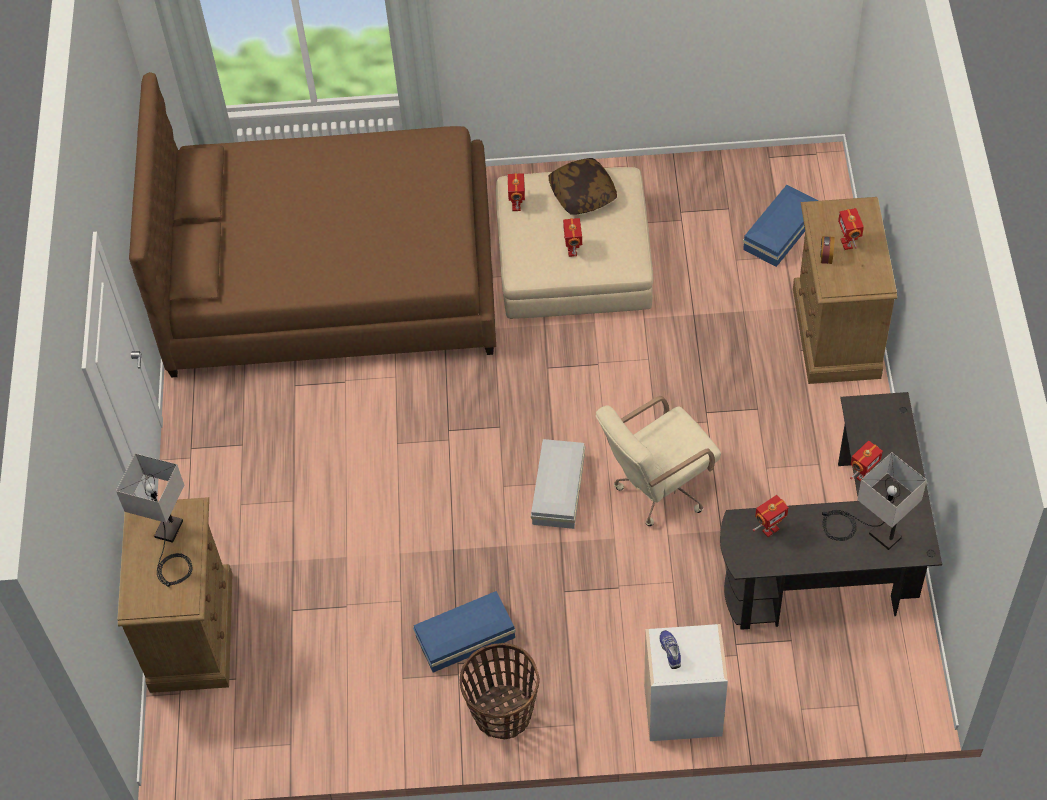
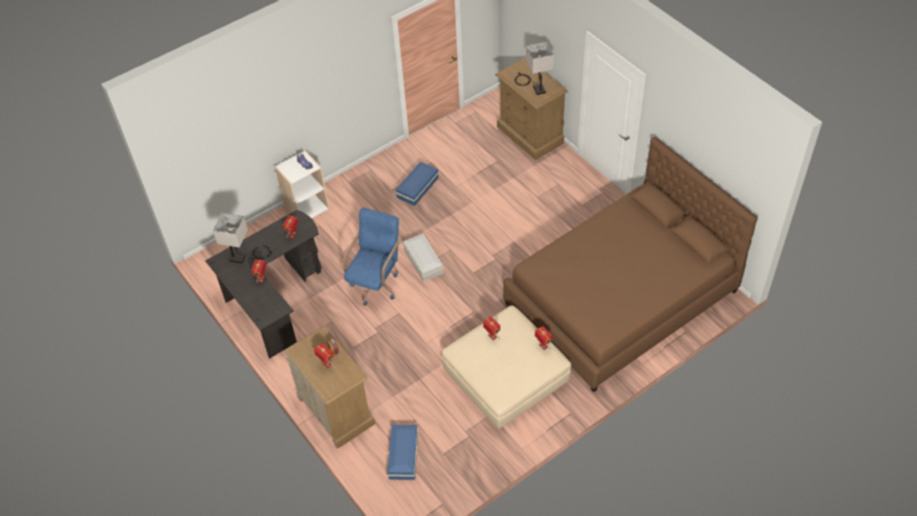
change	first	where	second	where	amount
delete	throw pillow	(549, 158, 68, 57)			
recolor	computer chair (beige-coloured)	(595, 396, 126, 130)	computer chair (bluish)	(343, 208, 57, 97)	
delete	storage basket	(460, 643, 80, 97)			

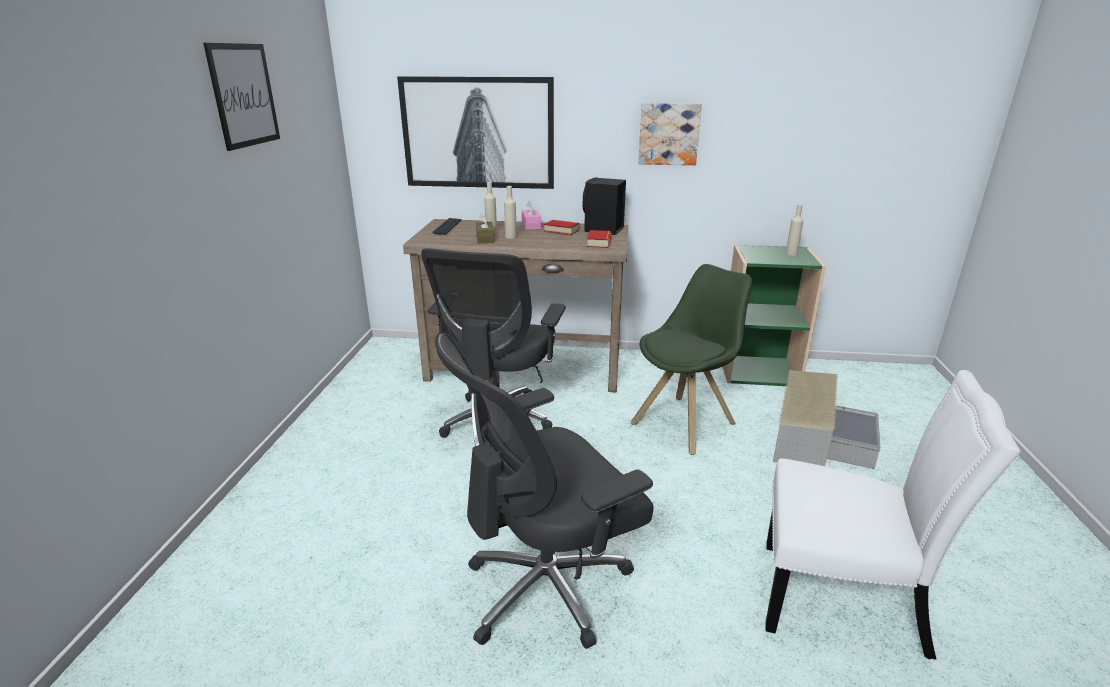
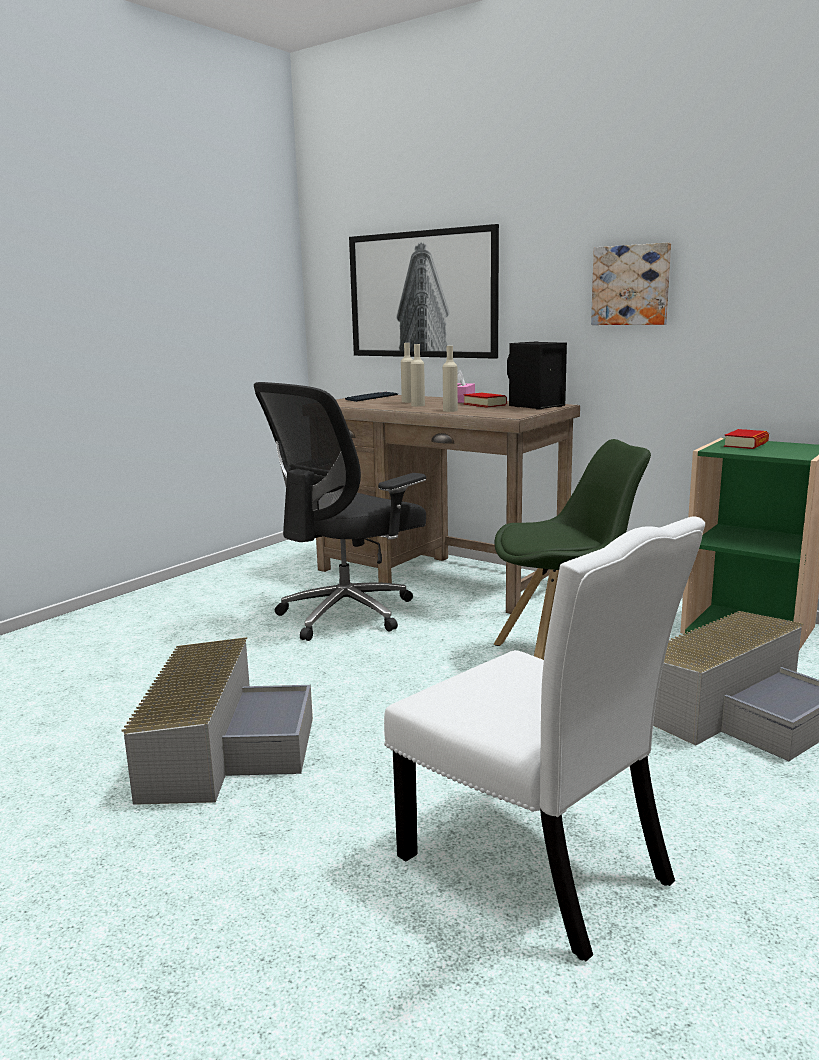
change	first	where	second	where	amount
delete	picture	(203, 43, 77, 108)			
move	drink bottle (beige-coloured)	(786, 204, 17, 52)		(443, 346, 15, 66)	
delete	tissue box (brownish)	(476, 212, 19, 32)			
move	book	(587, 230, 25, 18)		(724, 429, 45, 20)	
replace	computer chair	(435, 331, 218, 318)	storage bin (grey)	(122, 637, 191, 168)	

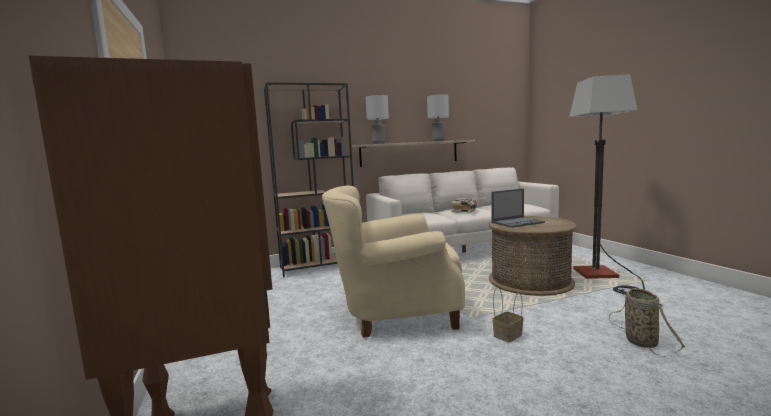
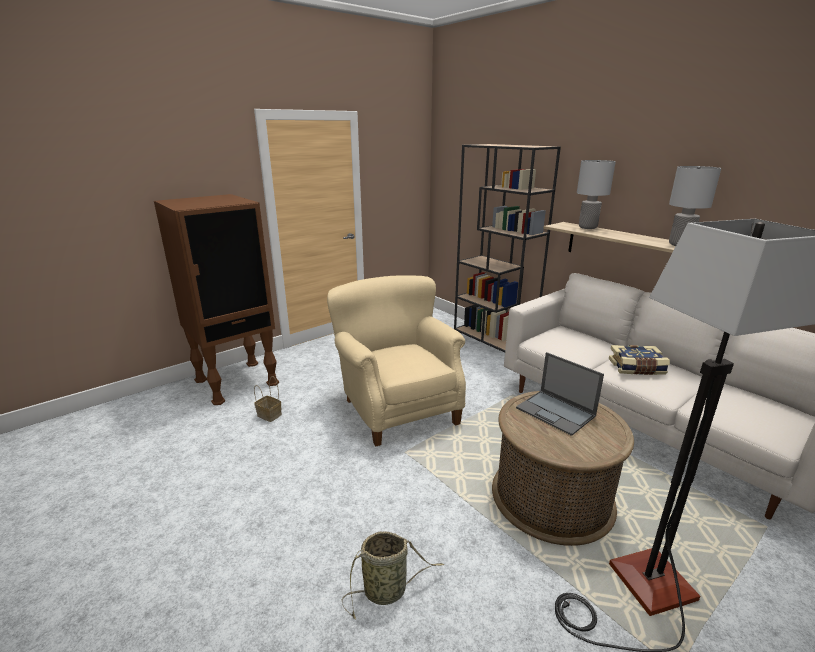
change	first	where	second	where	amount
move	storage basket	(492, 287, 31, 56)		(254, 376, 28, 46)	

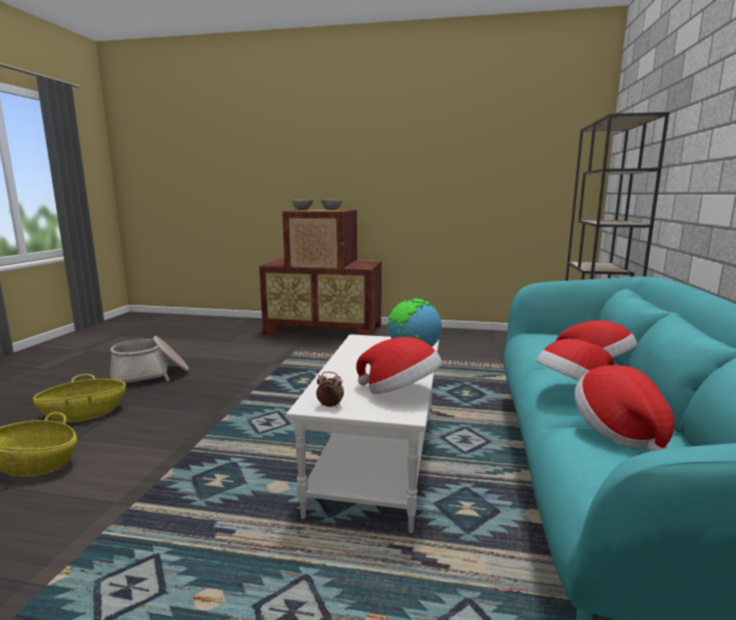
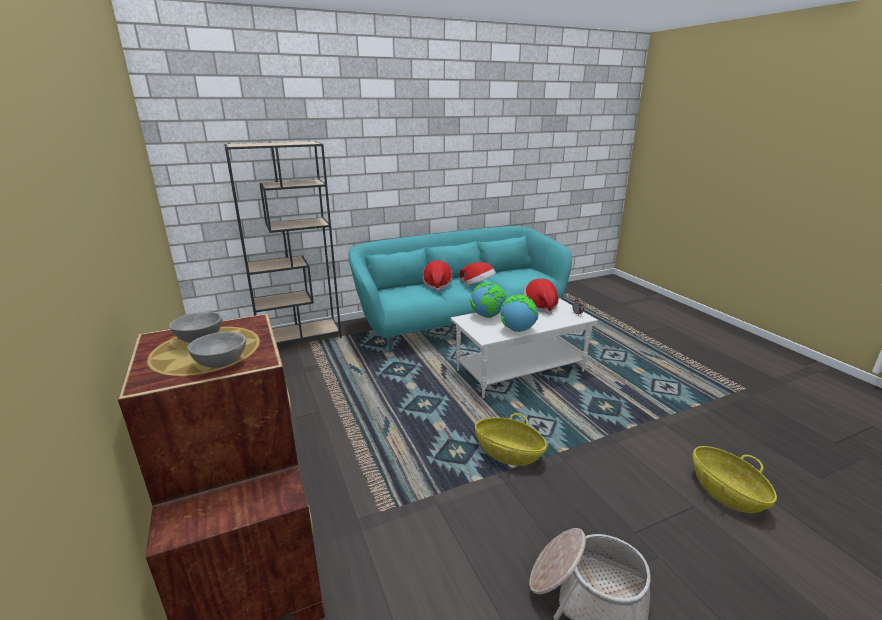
change	first	where	second	where	amount
delete	hat	(574, 365, 101, 87)			
move	storage basket	(33, 374, 93, 48)		(475, 413, 72, 53)	
insert			globe	(500, 294, 39, 38)	

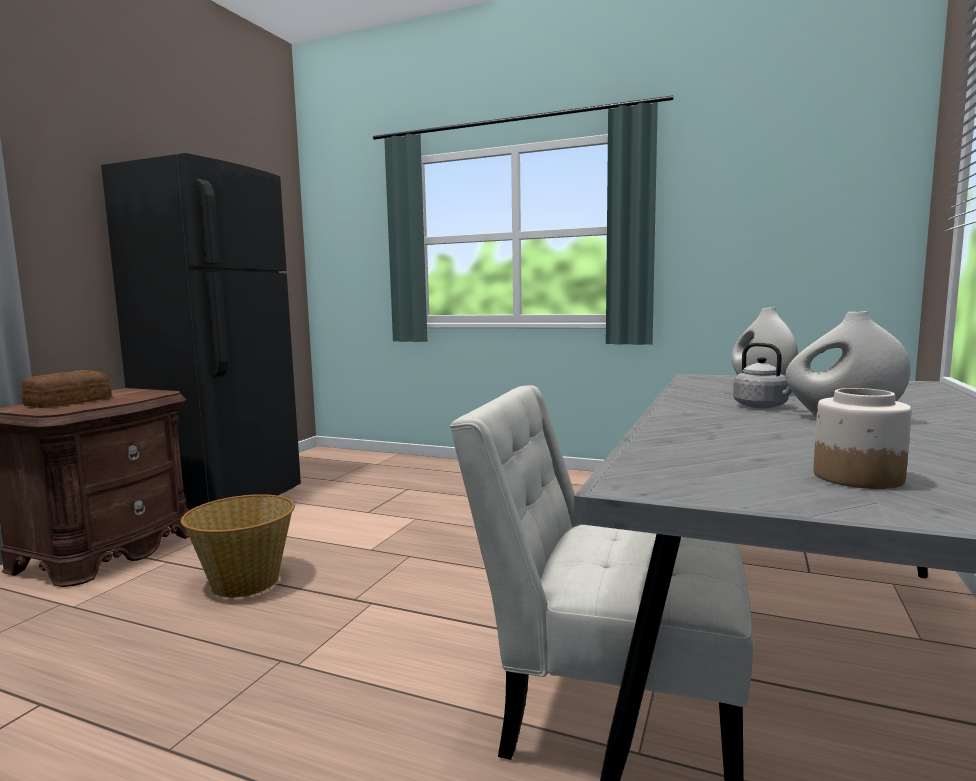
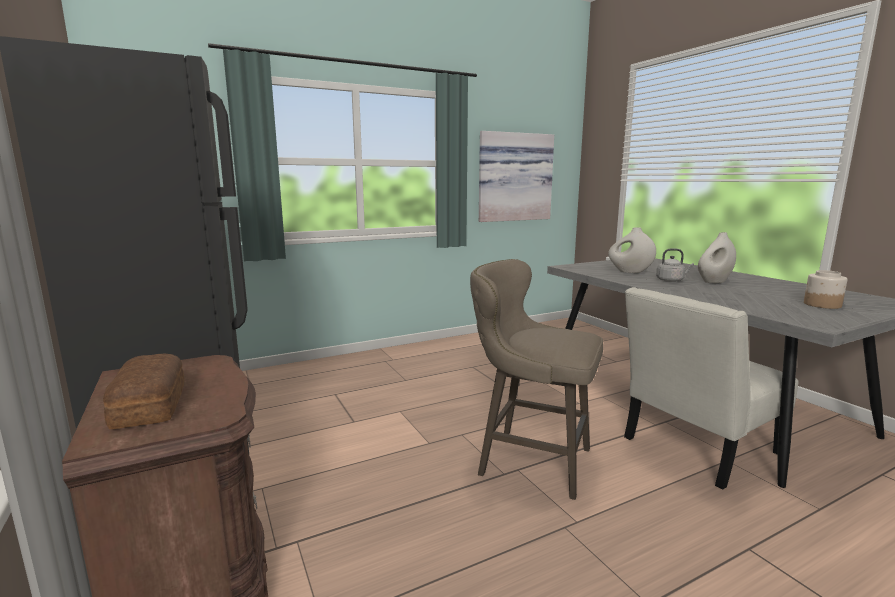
change	first	where	second	where	amount
delete	storage basket	(181, 494, 114, 104)			
insert			picture	(479, 131, 75, 91)	
insert			stool (beige-coloured)	(470, 259, 133, 241)	

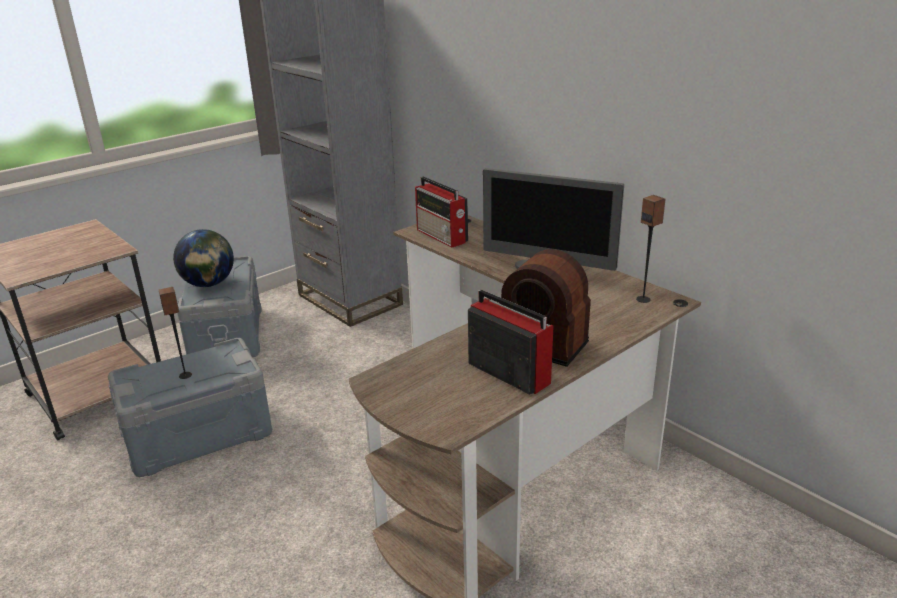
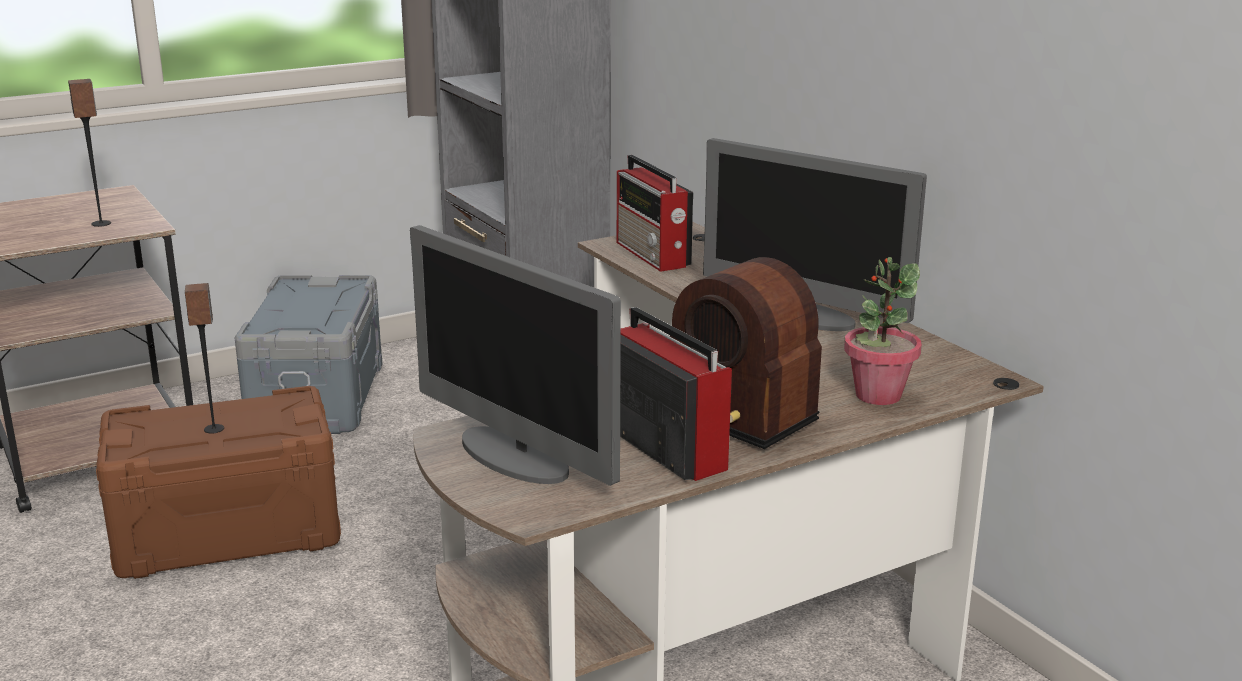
change	first	where	second	where	amount
move	loudspeaker	(636, 195, 30, 108)		(68, 79, 43, 148)	
delete	globe	(173, 229, 61, 58)			
recolor	storage bin (grey)	(108, 338, 164, 139)	storage bin (brownish)	(96, 386, 245, 193)	
insert			computer screen	(410, 225, 211, 261)	
insert			plant in a pot	(844, 257, 78, 148)	

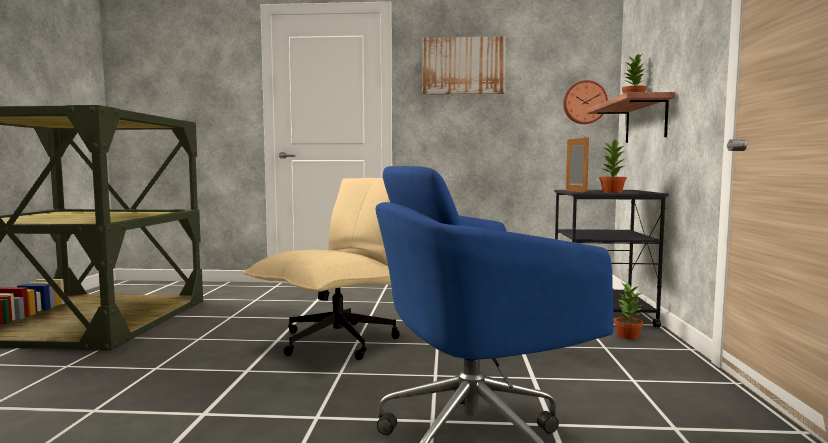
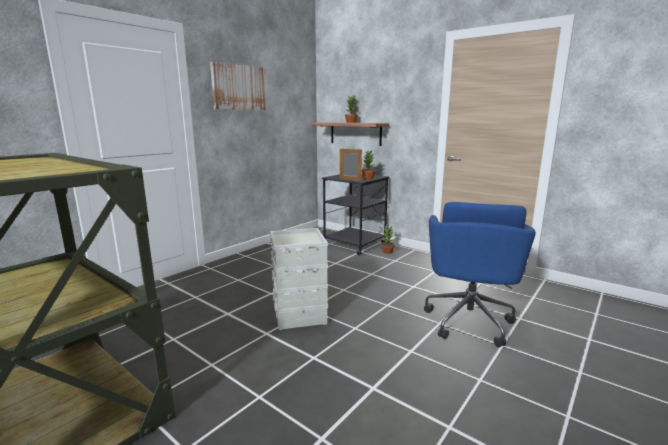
change	first	where	second	where	amount
delete	hanging clock	(563, 80, 45, 44)			
replace	computer chair (beige-coloured)	(243, 178, 157, 182)	storage bin (grey)	(270, 228, 58, 102)	

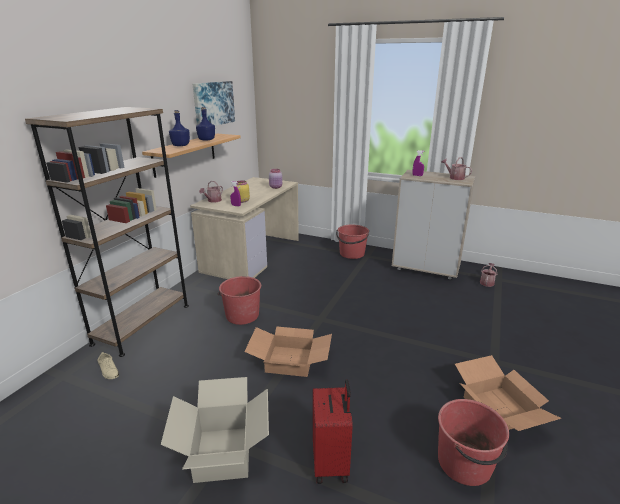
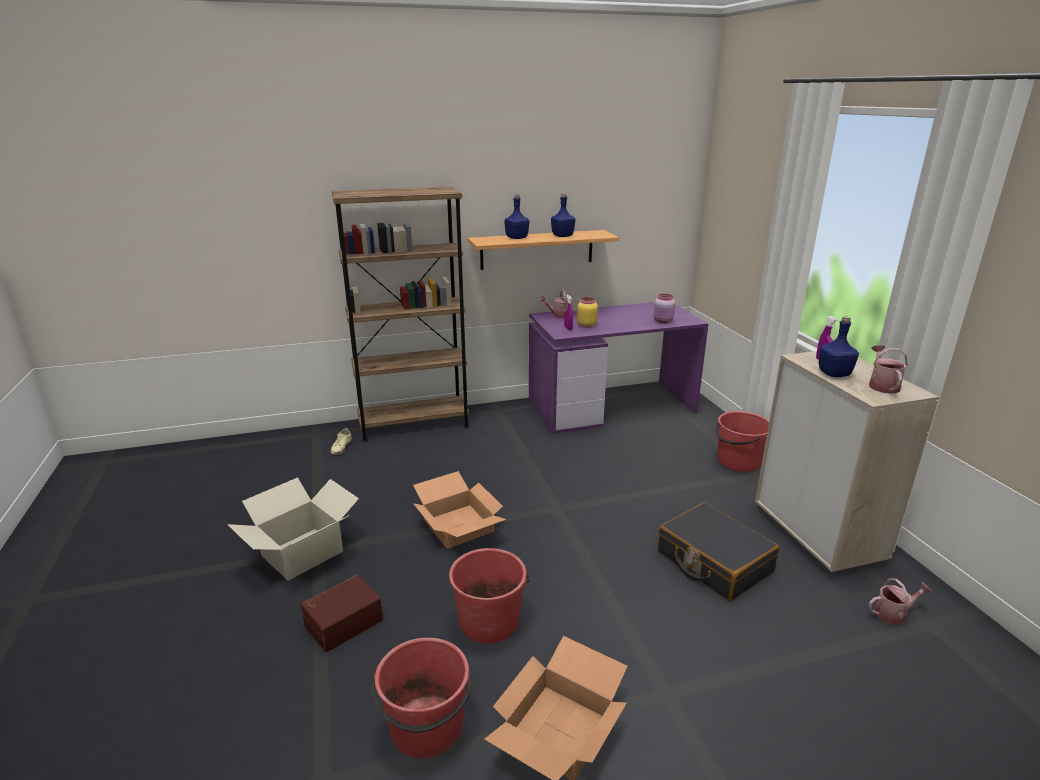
change	first	where	second	where	amount
delete	picture	(193, 81, 42, 45)			
recolor	desk (beige-coloured)	(190, 177, 109, 102)	desk (purple)	(529, 302, 180, 132)	
move	bucket (red-coloured)	(218, 276, 43, 49)		(449, 548, 81, 96)	
replace	travel case (red-coloured)	(313, 379, 40, 105)	storage bin (brownish)	(301, 575, 82, 77)	
insert			drink bottle (bluish)	(819, 316, 40, 61)	
insert			travel case (black)	(658, 502, 121, 99)	

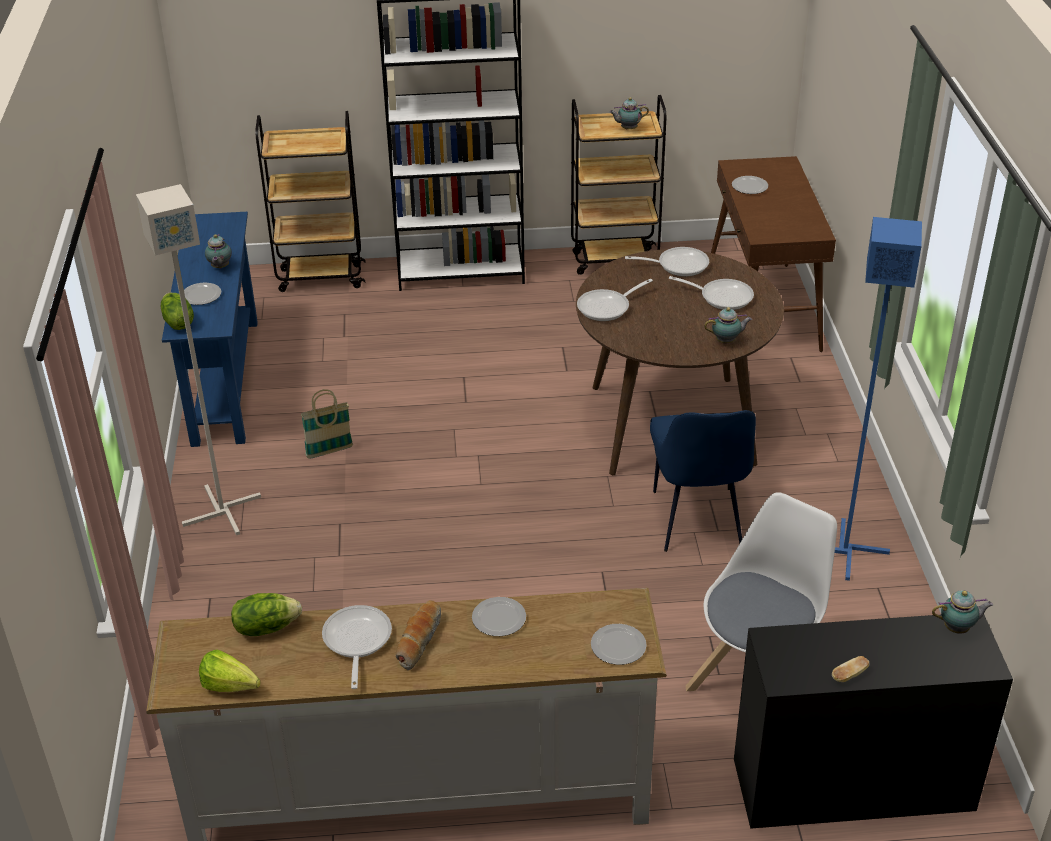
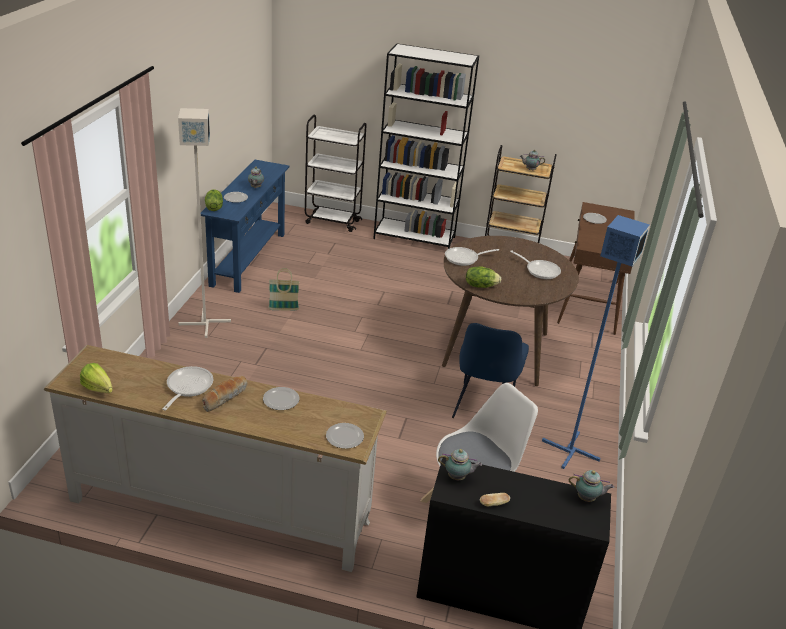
change	first	where	second	where	amount
recolor	cart (brownish)	(255, 111, 111, 181)	cart (white-coloured)	(305, 115, 61, 117)	
delete	pan	(625, 247, 84, 30)			
move	teapot	(704, 307, 48, 37)		(438, 449, 44, 31)	
move	lettuce head	(231, 593, 71, 43)		(466, 267, 35, 21)	

